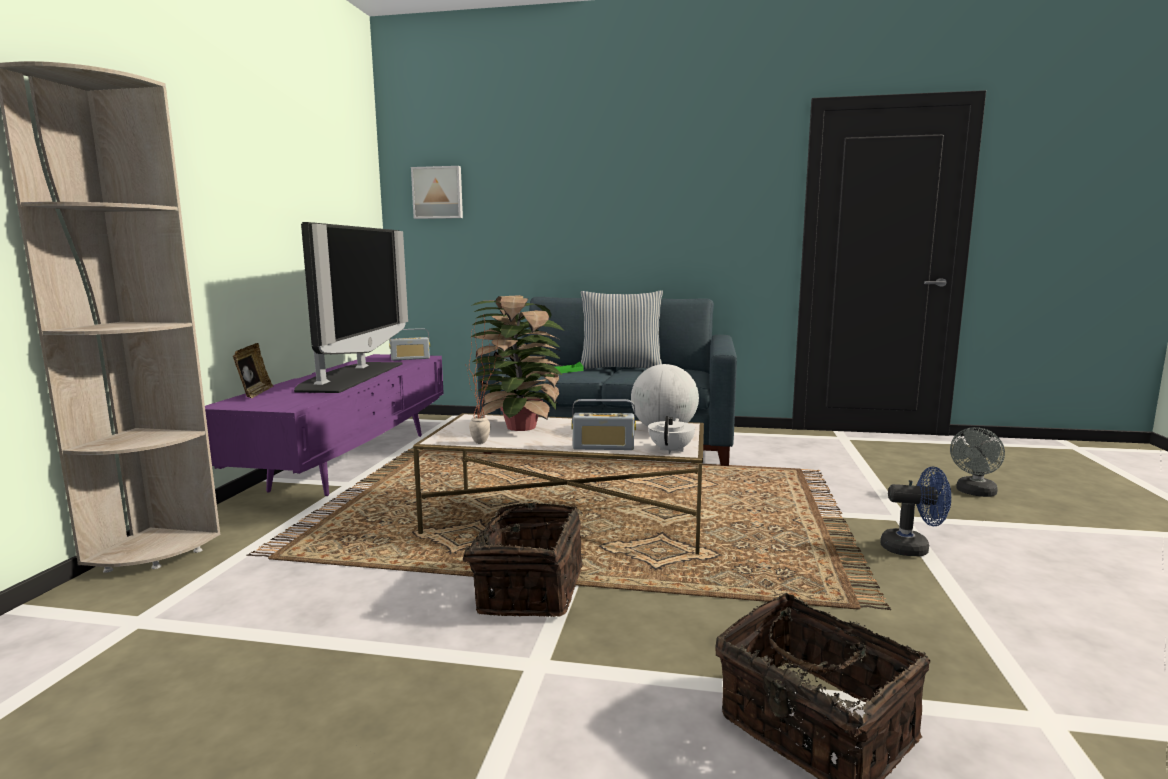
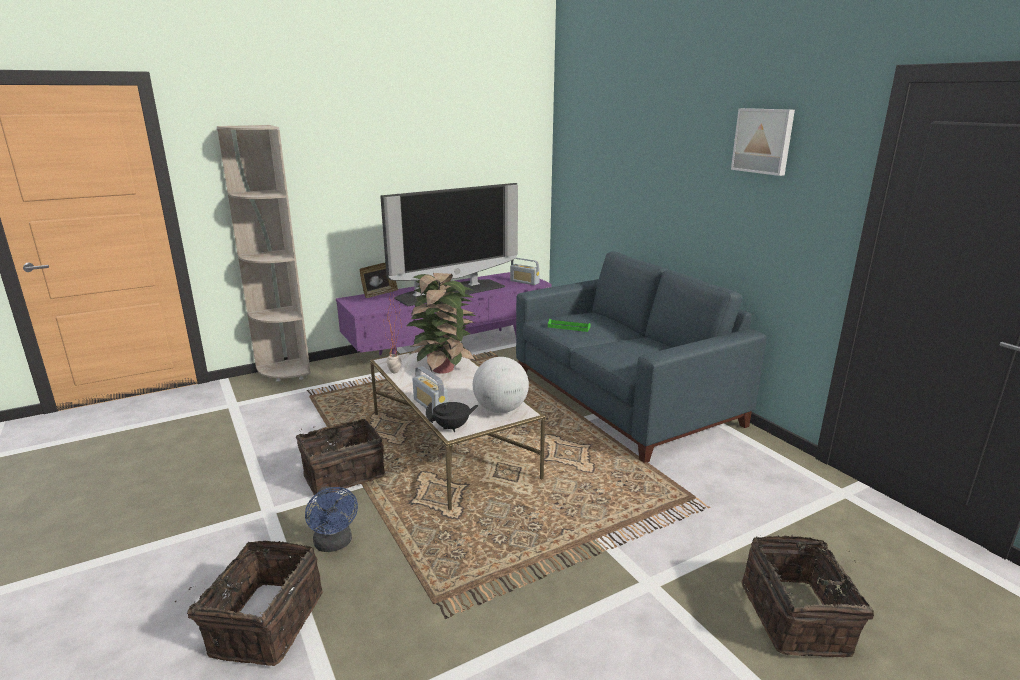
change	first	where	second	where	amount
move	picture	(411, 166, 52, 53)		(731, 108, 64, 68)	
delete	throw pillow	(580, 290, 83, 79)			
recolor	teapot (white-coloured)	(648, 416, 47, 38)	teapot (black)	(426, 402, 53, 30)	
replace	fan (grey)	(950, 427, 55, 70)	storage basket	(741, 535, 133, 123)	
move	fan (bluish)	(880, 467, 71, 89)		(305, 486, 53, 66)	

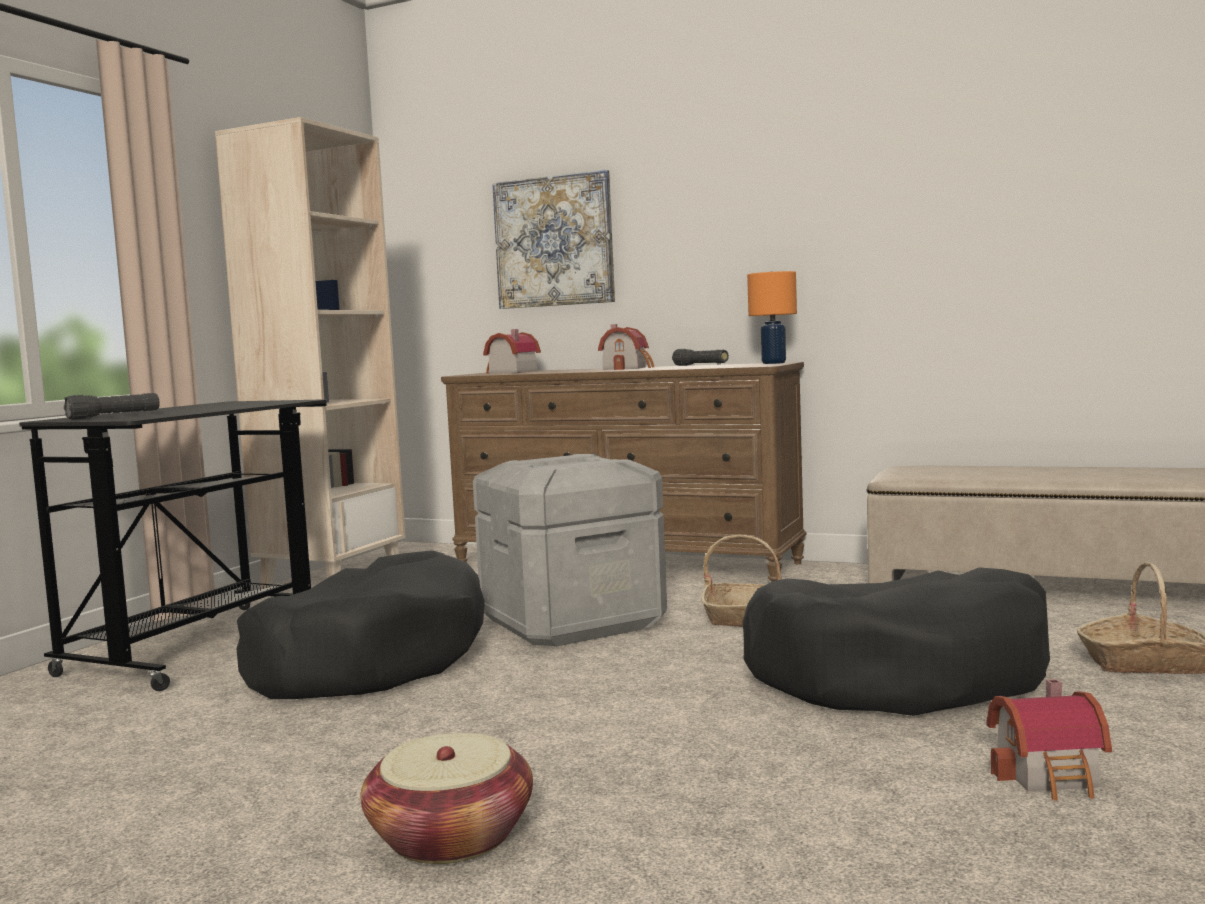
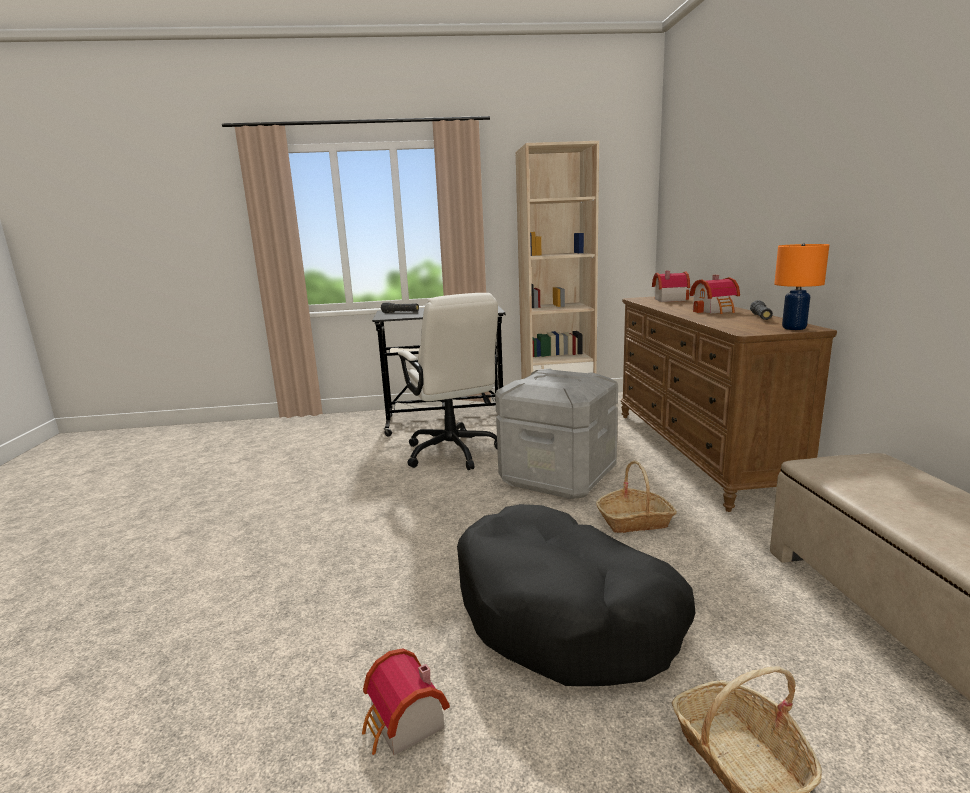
change	first	where	second	where	amount
delete	picture	(492, 169, 123, 140)			
replace	dog cushion (black)	(237, 550, 248, 149)	computer chair (white-coloured)	(398, 293, 100, 177)	
delete	storage basket	(361, 733, 172, 131)			

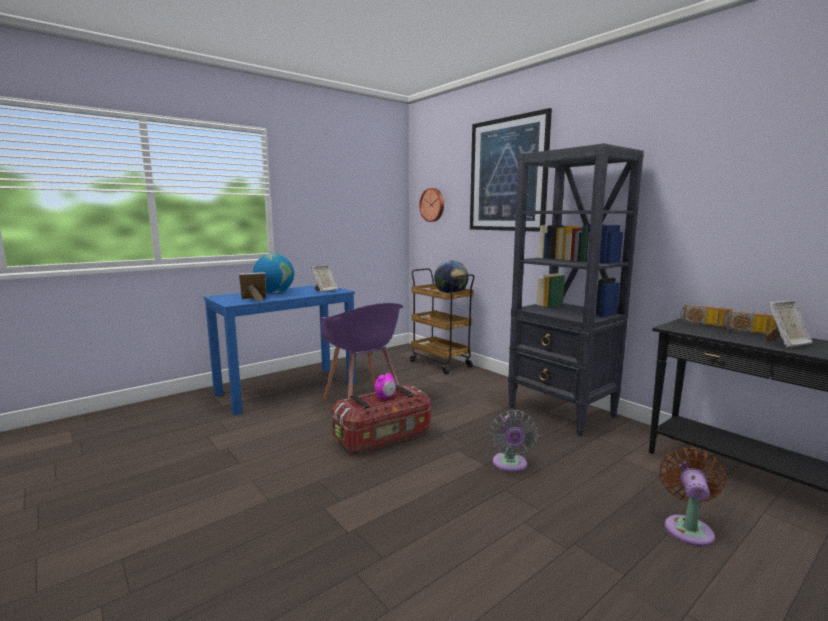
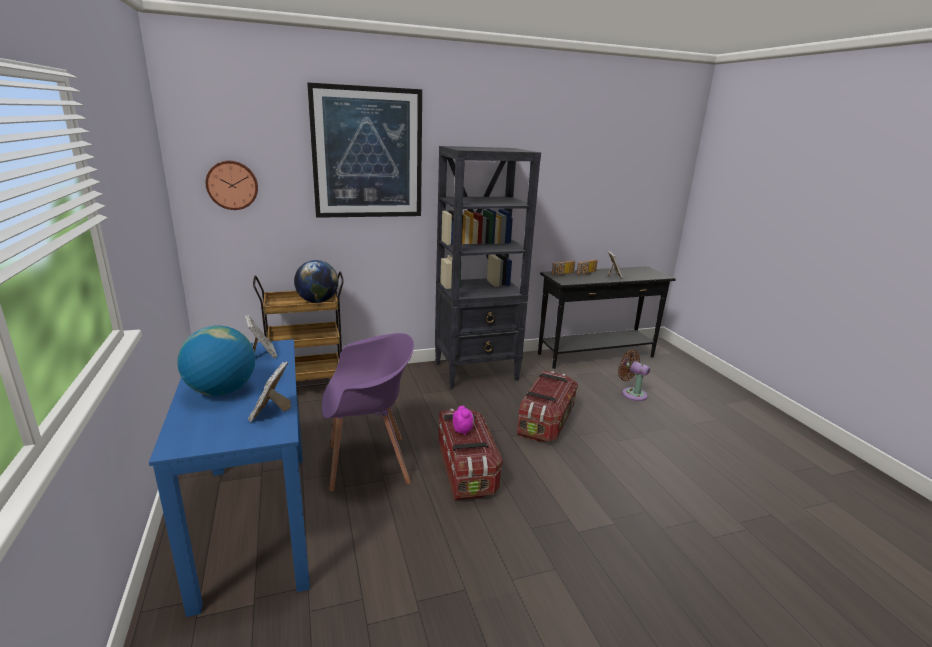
change	first	where	second	where	amount
replace	fan (grey)	(489, 410, 49, 62)	storage bin	(517, 370, 61, 73)	

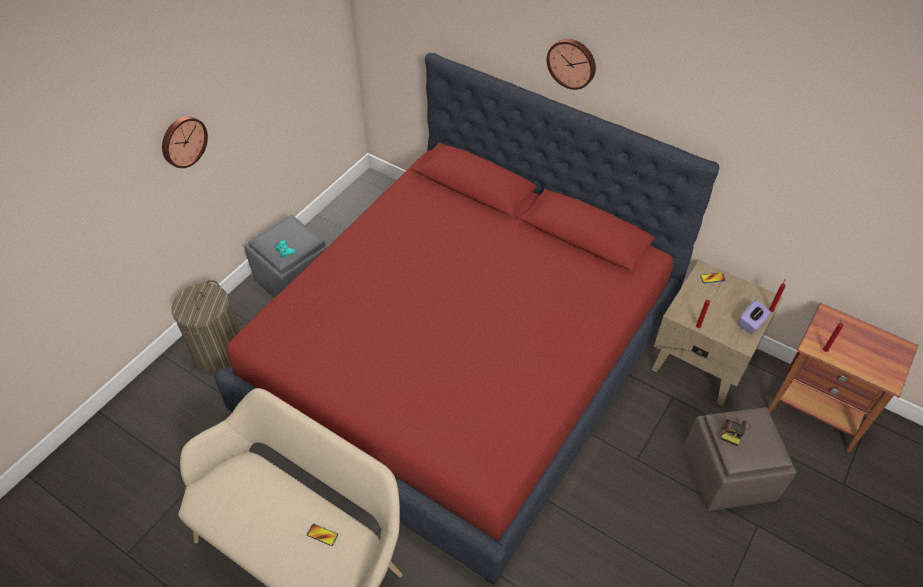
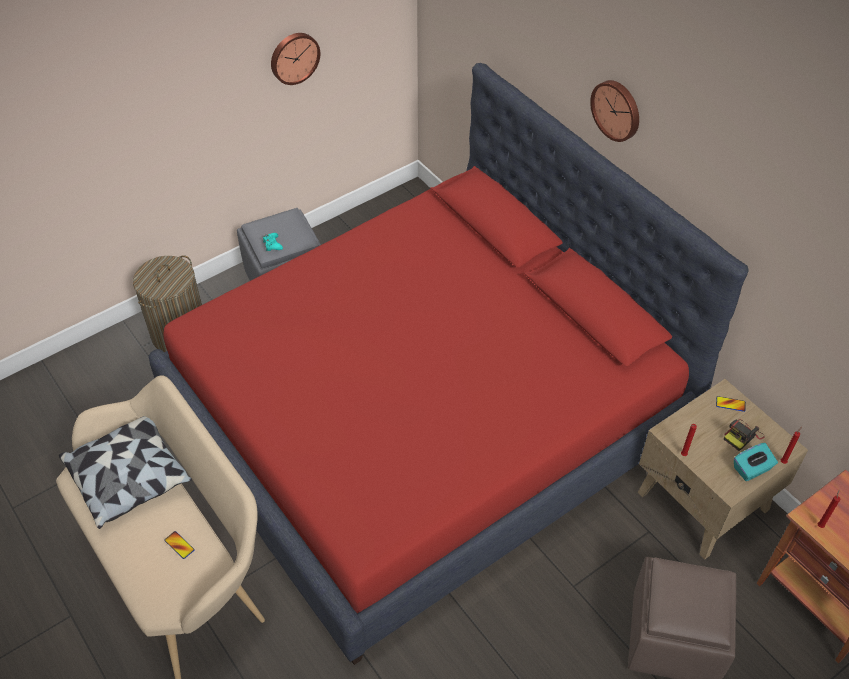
change	first	where	second	where	amount
move	hanging clock	(162, 116, 46, 52)		(271, 33, 49, 52)	
recolor	tissue box (purple)	(739, 300, 32, 34)	tissue box (turquoise-coloured)	(734, 443, 44, 38)	
move	still camera	(719, 416, 32, 30)		(724, 419, 40, 32)	
insert			throw pillow	(59, 416, 133, 113)	

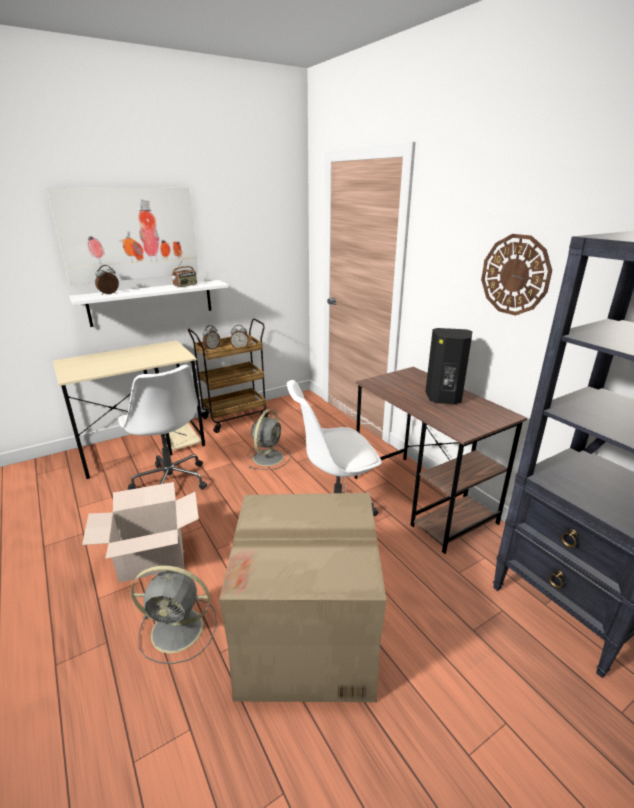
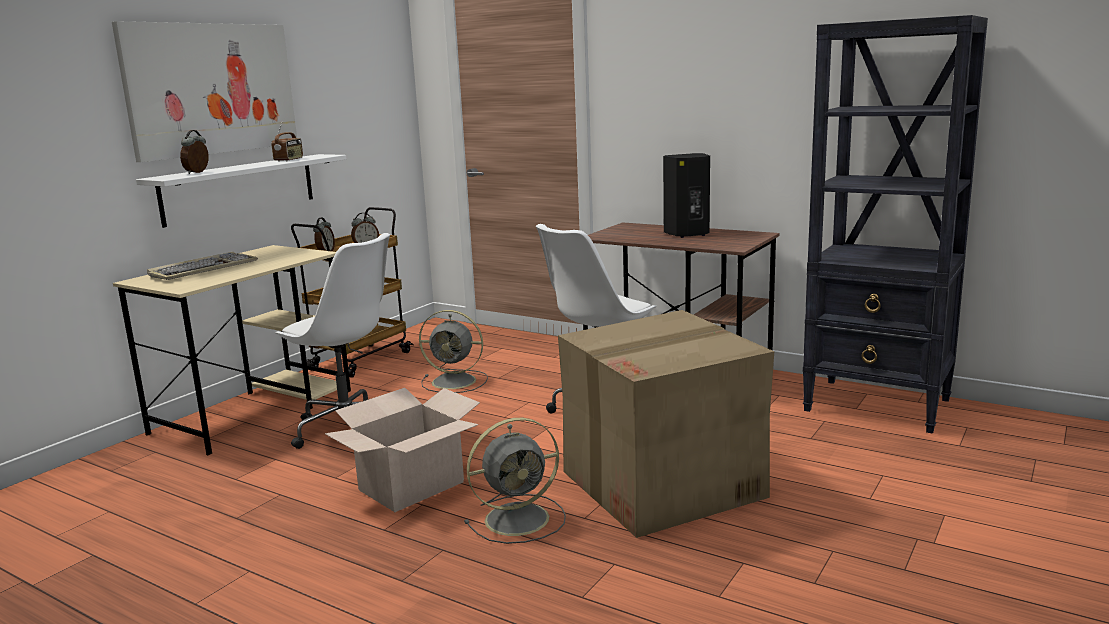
change	first	where	second	where	amount
delete	hanging clock	(481, 234, 71, 82)			
rotate	fan (grey)	(247, 409, 44, 61)		(419, 310, 69, 83)	105 degrees clockwise
insert			computer keyboard	(147, 252, 111, 28)	

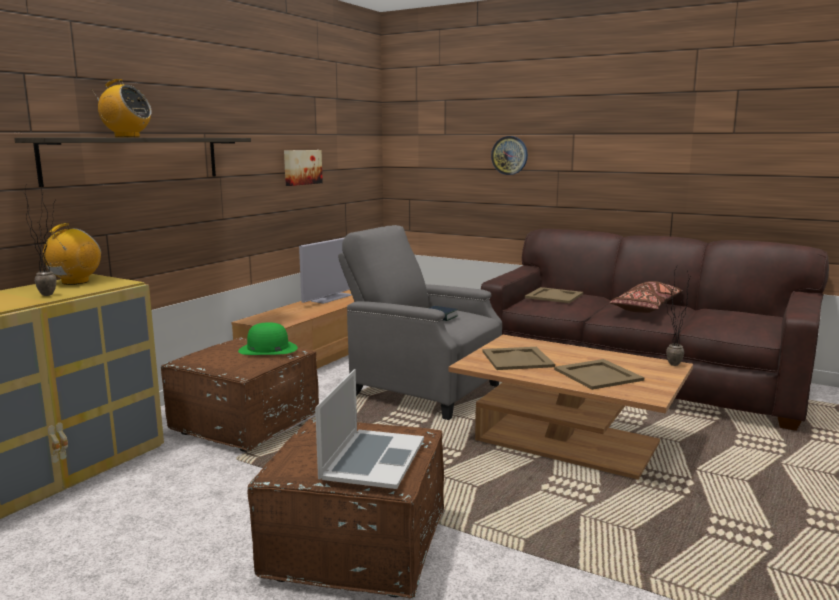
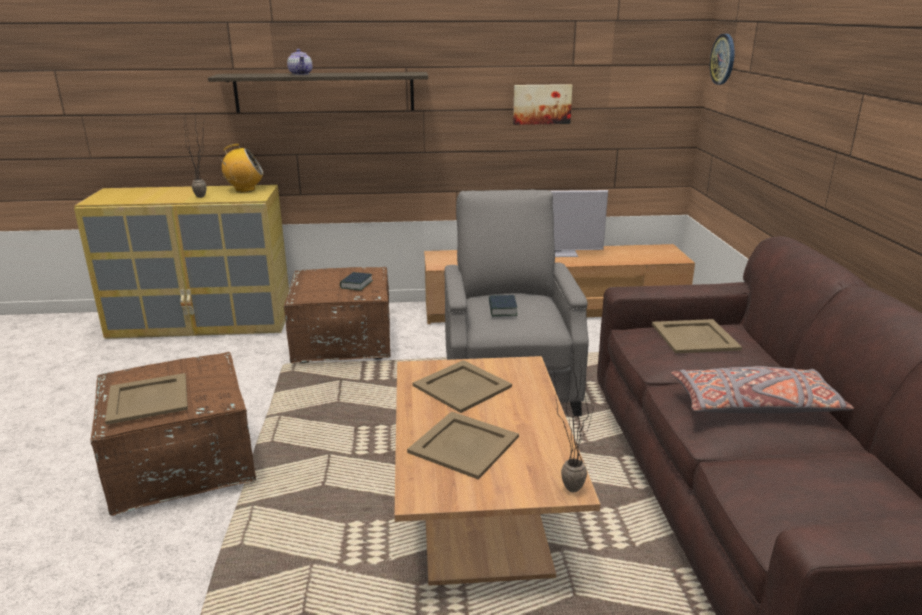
change	first	where	second	where	amount
replace	radio receiver	(91, 79, 61, 58)	teapot	(287, 49, 25, 26)	
move	hanging clock	(491, 136, 37, 39)		(710, 34, 24, 51)	
recolor	throw pillow (brownish)	(610, 281, 72, 32)	throw pillow (grey)	(671, 366, 183, 47)	
replace	hat (green)	(238, 322, 60, 33)	book	(340, 272, 33, 18)	
replace	laptop	(315, 369, 109, 120)	carrying tray (beige-coloured)	(105, 373, 83, 52)	

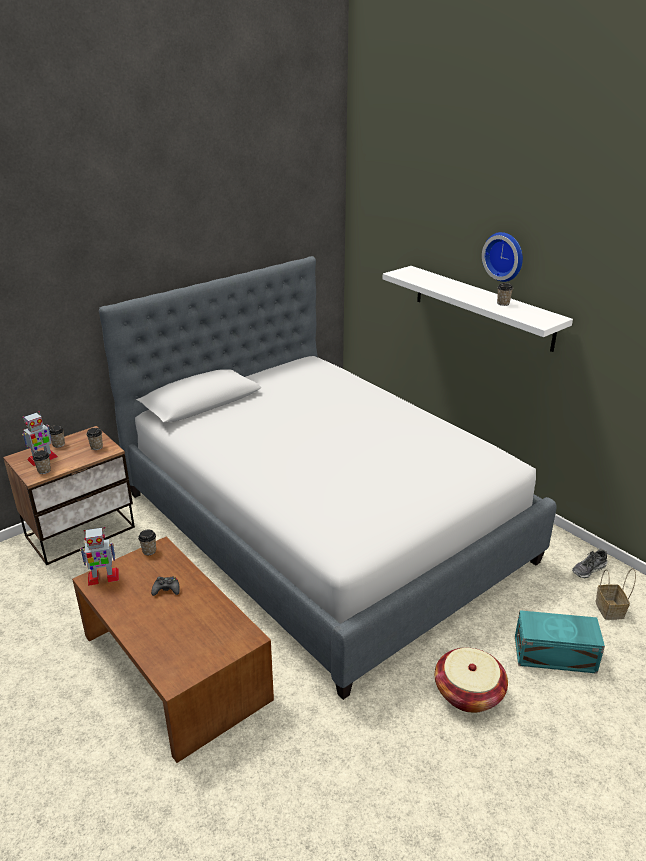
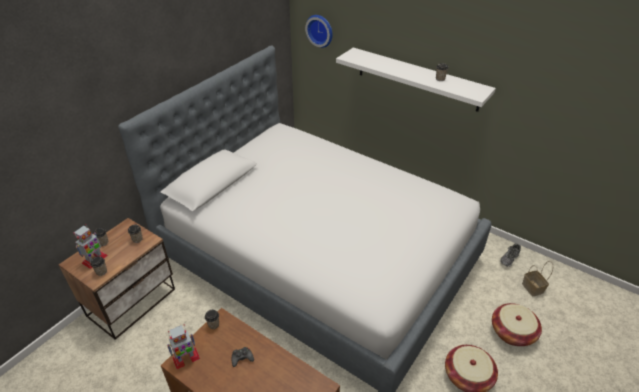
change	first	where	second	where	amount
move	hanging clock	(482, 232, 41, 50)		(305, 15, 28, 33)	
replace	storage bin (turquoise-coloured)	(515, 610, 90, 64)	storage basket	(492, 303, 50, 43)	

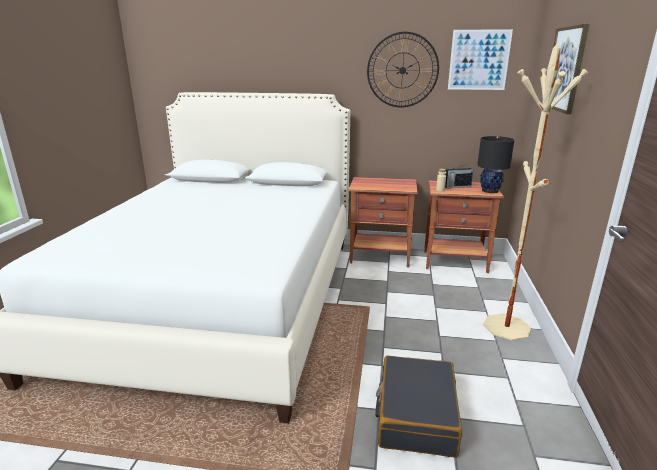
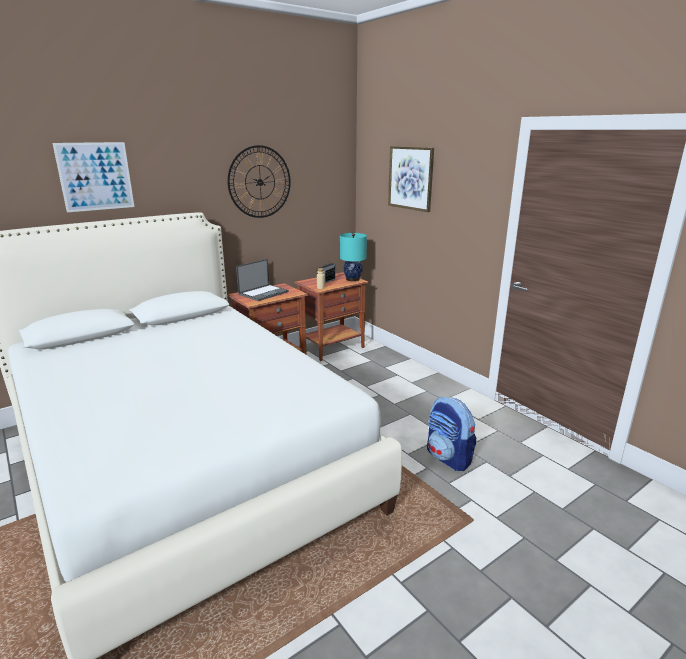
change	first	where	second	where	amount
move	picture	(448, 29, 65, 61)		(53, 142, 81, 70)	
delete	clothes rack (beige-coloured)	(483, 45, 105, 296)			
recolor	lamp for a table (black)	(477, 136, 38, 57)	lamp for a table (turquoise-coloured)	(340, 233, 27, 48)	
replace	travel case (black)	(375, 355, 87, 103)	knapsack	(427, 397, 49, 74)	
insert			laptop	(236, 259, 53, 42)	

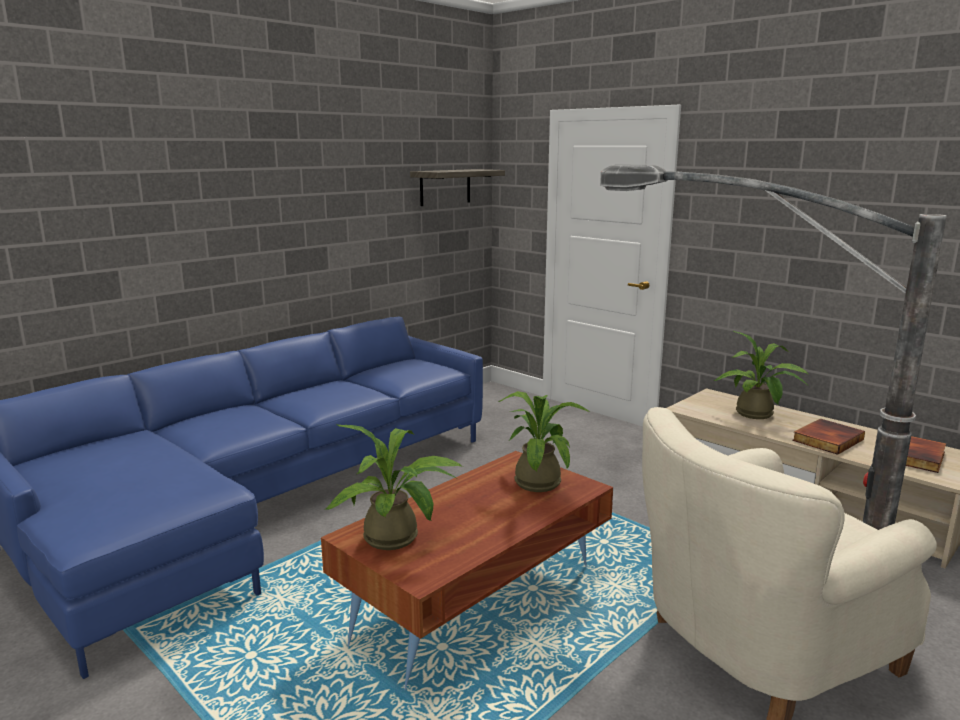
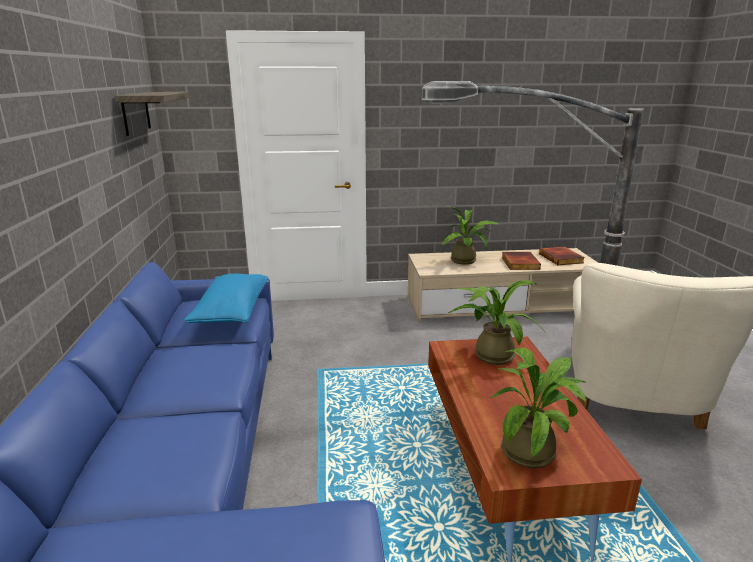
change	first	where	second	where	amount
insert			throw pillow (bluish)	(184, 274, 84, 49)	

